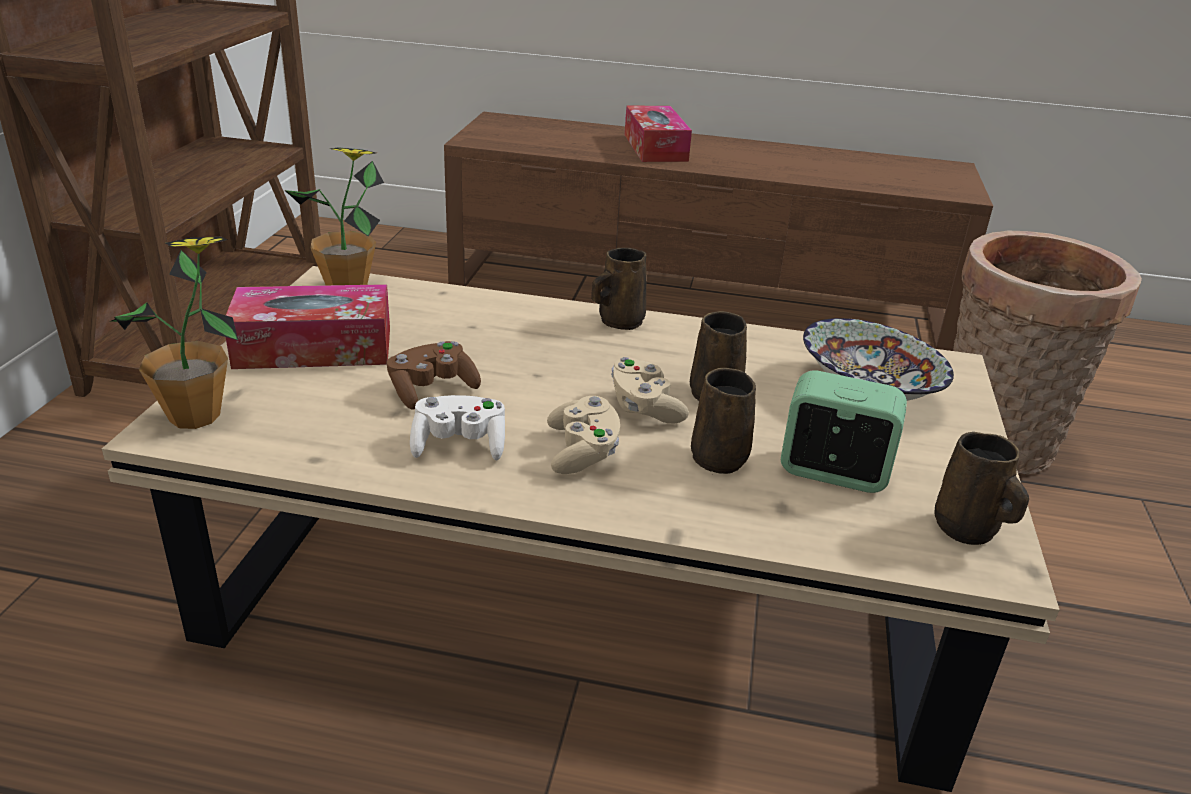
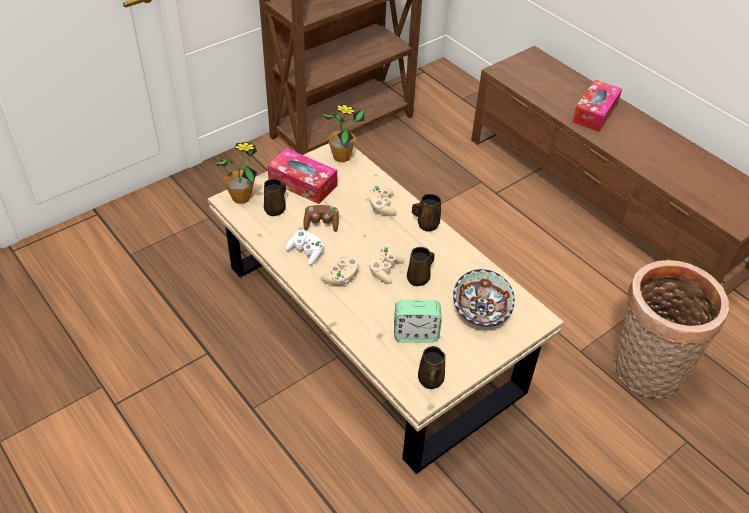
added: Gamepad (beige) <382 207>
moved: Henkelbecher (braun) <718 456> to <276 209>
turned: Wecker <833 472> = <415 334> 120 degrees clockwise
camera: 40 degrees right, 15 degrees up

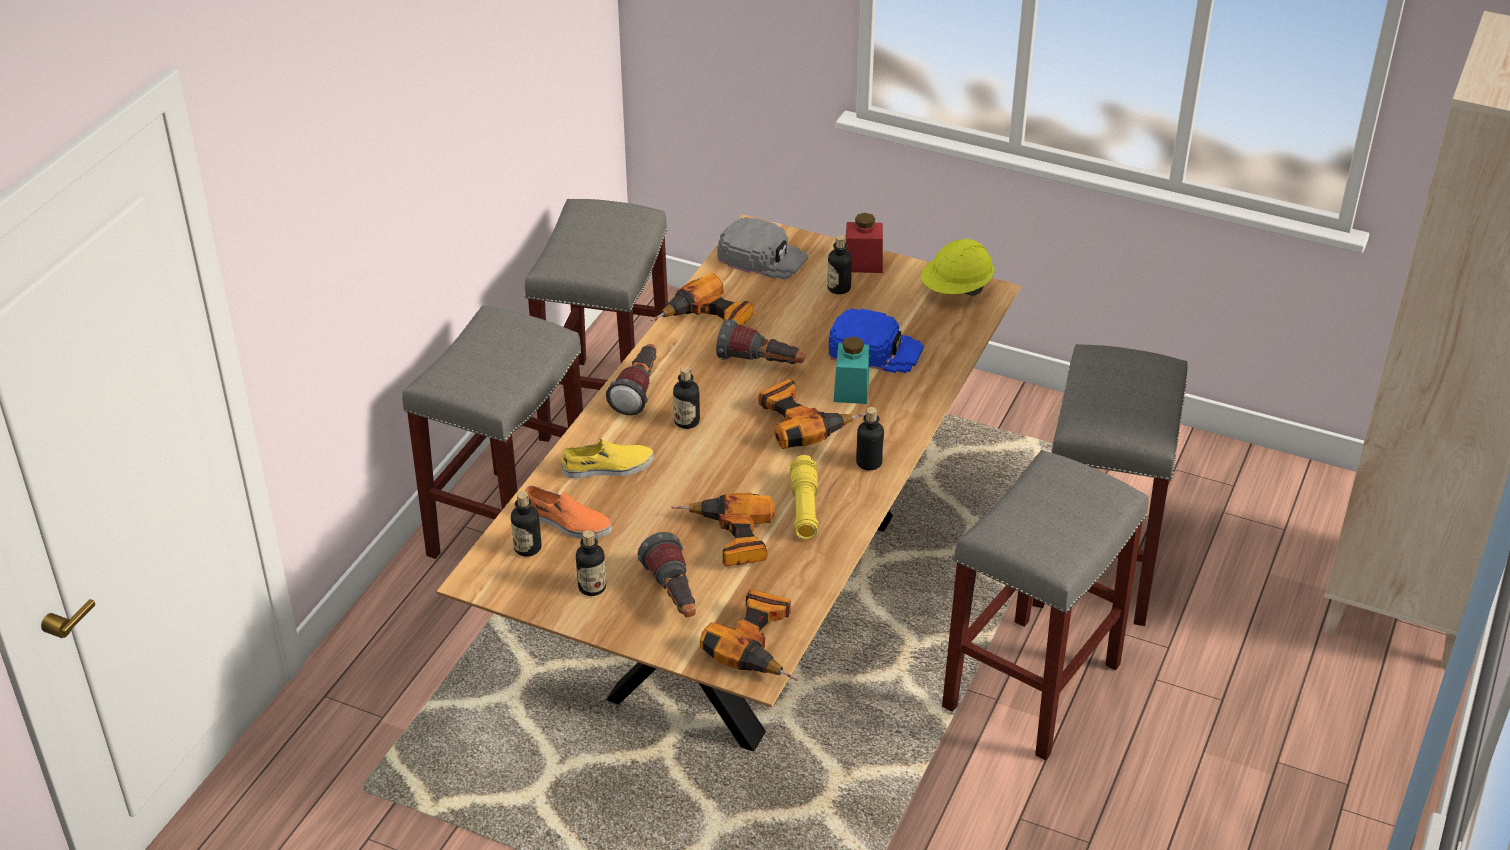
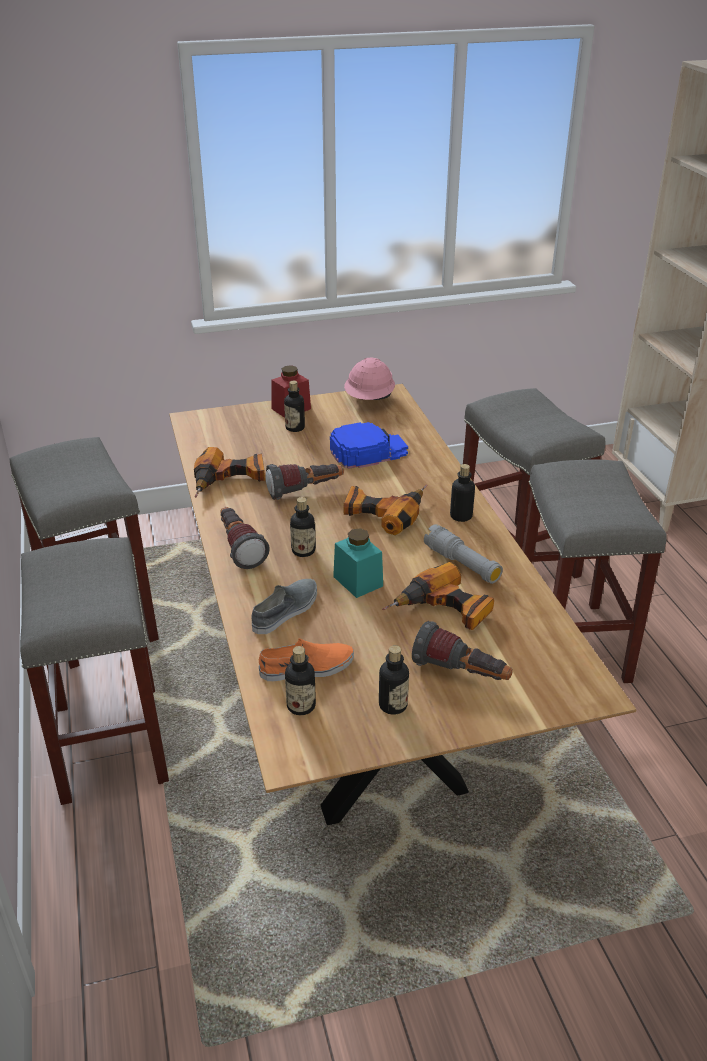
removed: Bohrmaschine <760 644>; Kappe (grau) <763 256>
moved: Vorratsglas (türkis) <851 389> to <358 581>
recoloured: Schuh (gelb) <608 467> to Schuh (grau) <286 611>; Taschenlampe (gelb) <804 508> to Taschenlampe (grau) <462 564>; Schutzhelm (gelb) <957 290> to Schutzhelm (rosa) <369 400>
camera: 40 degrees left, 5 degrees down

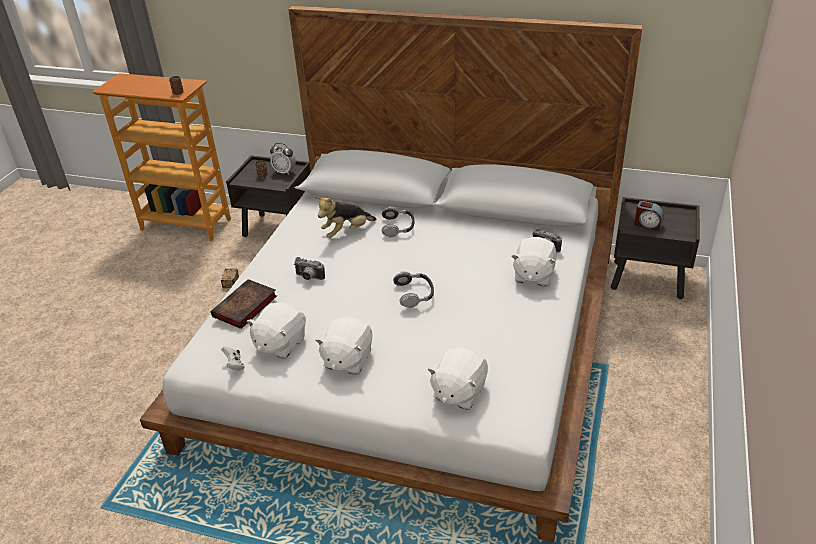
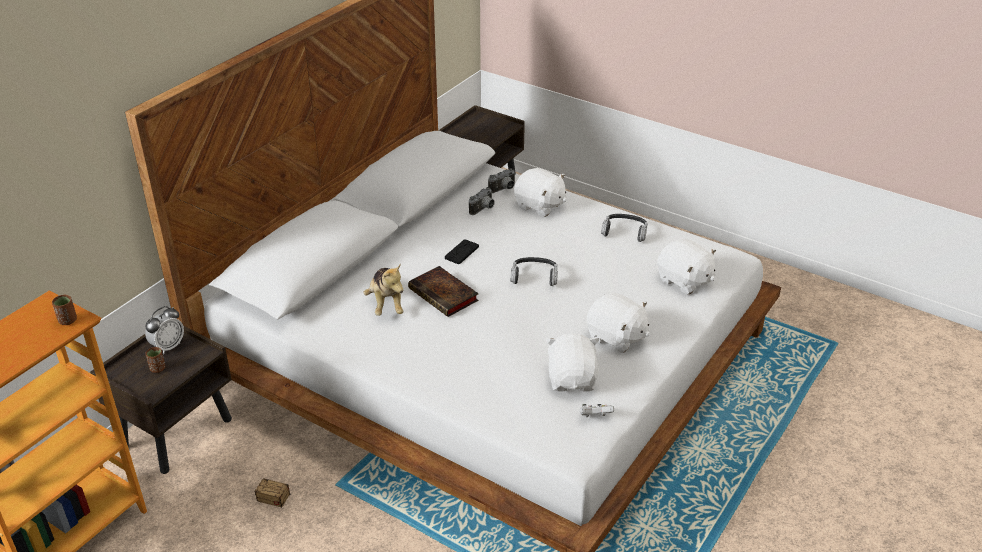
removed: Wecker <647 224>
added: Gamepad (schwarz) <461 252>
moved: Buch <244 308> to <445 295>; Kamera <309 278> to <483 209>; Kopfhörer <398 226> to <624 232>
turned: Plüschtier (weiß) <280 343> = <572 379> 135 degrees counterclockwise
camera: 75 degrees left, 0 degrees up

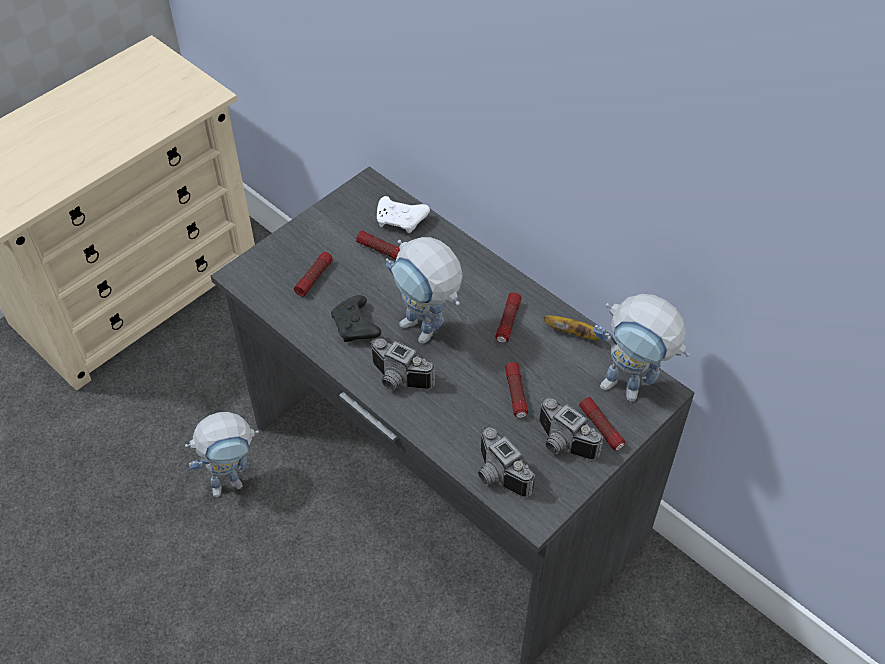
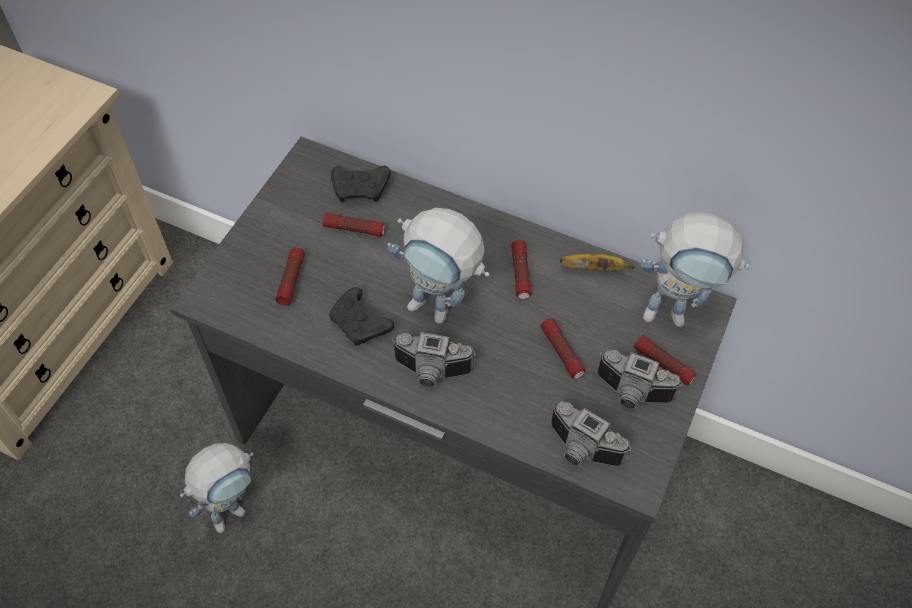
recoloured: Gamepad (weiß) <401 220> to Gamepad (schwarz) <361 189>
camera: 20 degrees left, 5 degrees up

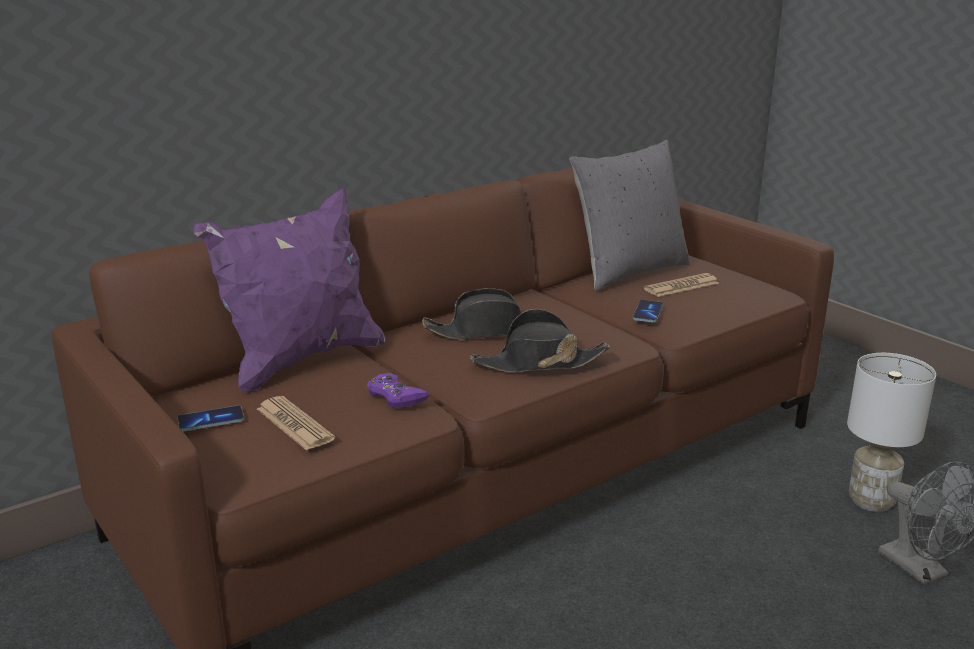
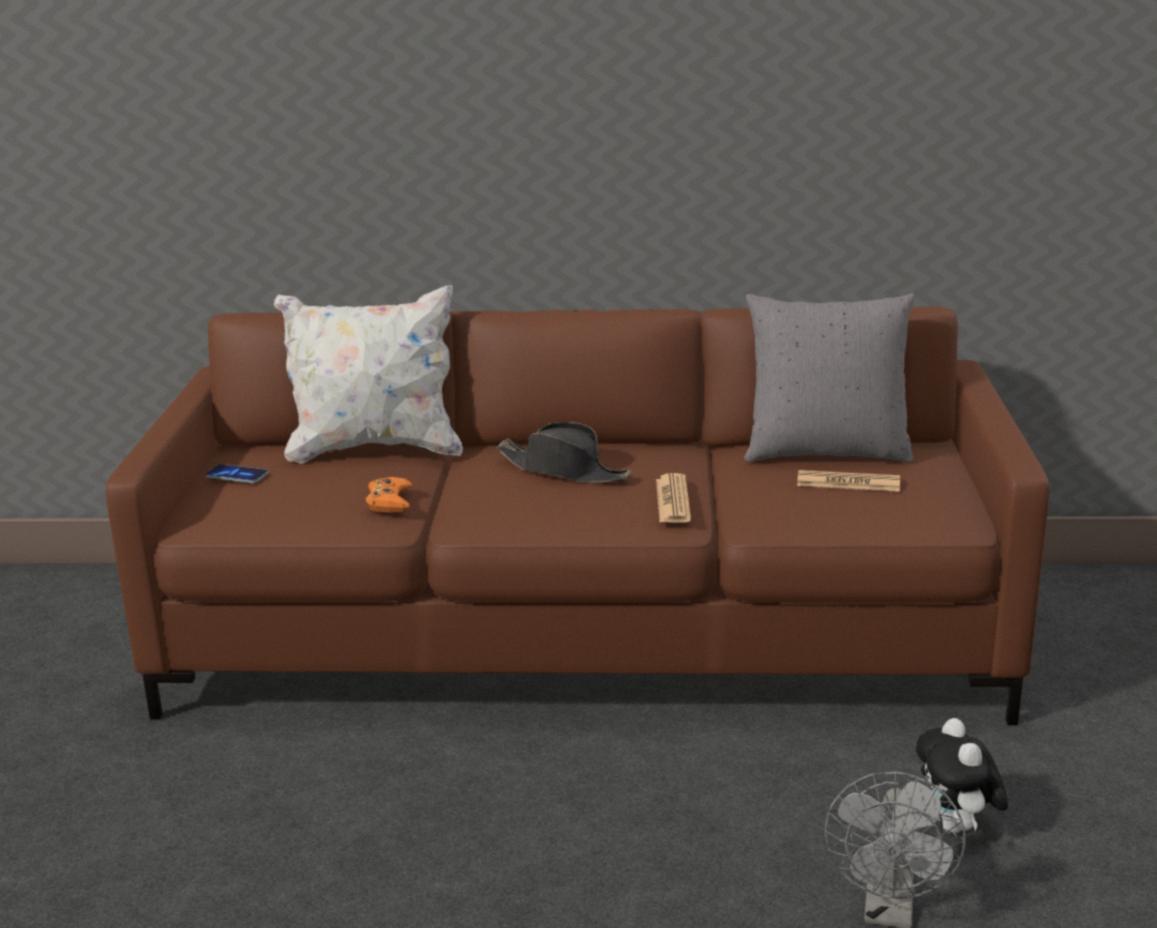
removed: Hut (schwarz) <539 362>; Handy <647 313>
moved: Zeitung <294 424> to <673 500>
replaced: Tischlampe (weiß) <872 501> to Plüschtier <957 828>
recoloured: Kissen (lila) <301 360> to Kissen (weiß) <375 449>; Gamepad (lila) <395 396> to Gamepad (orange) <389 501>
camera: 40 degrees right, 0 degrees up

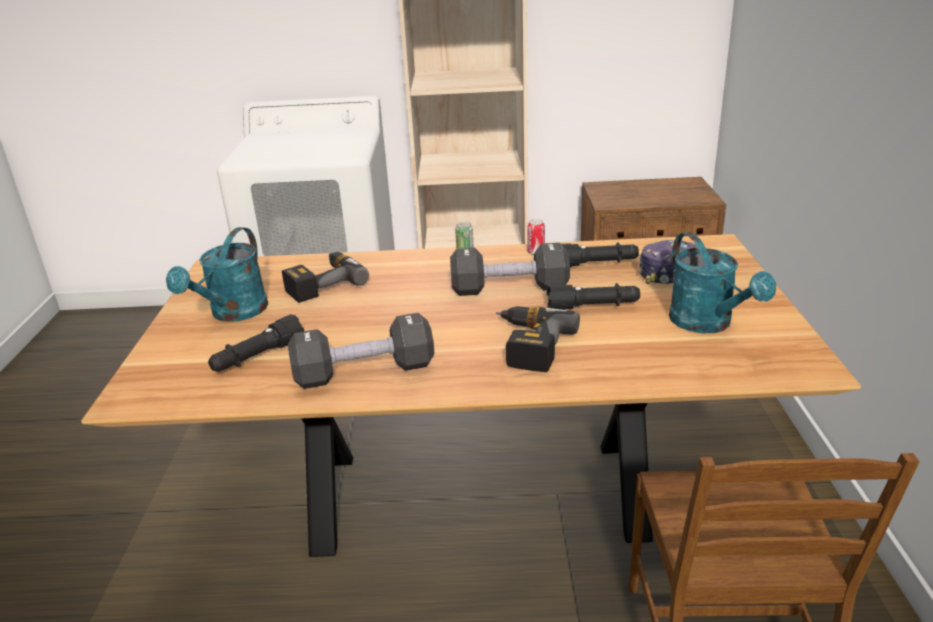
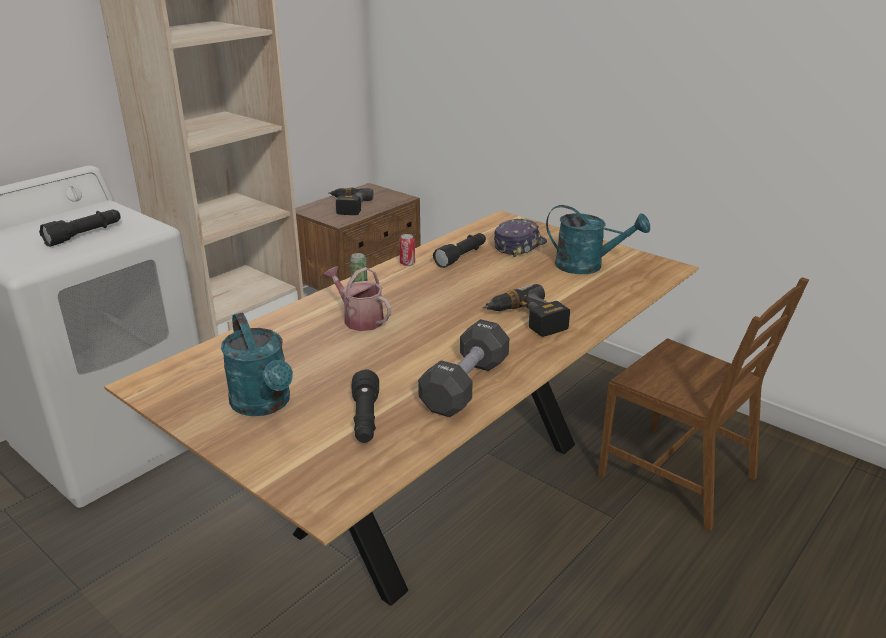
removed: Hantel (schwarz) <509 288>
added: Gießkanne <359 319>
moved: Bohrmaschine <322 283> to <347 206>; Taschenlampe (schwarz) <593 307> to <85 235>
camera: 50 degrees left, 0 degrees up

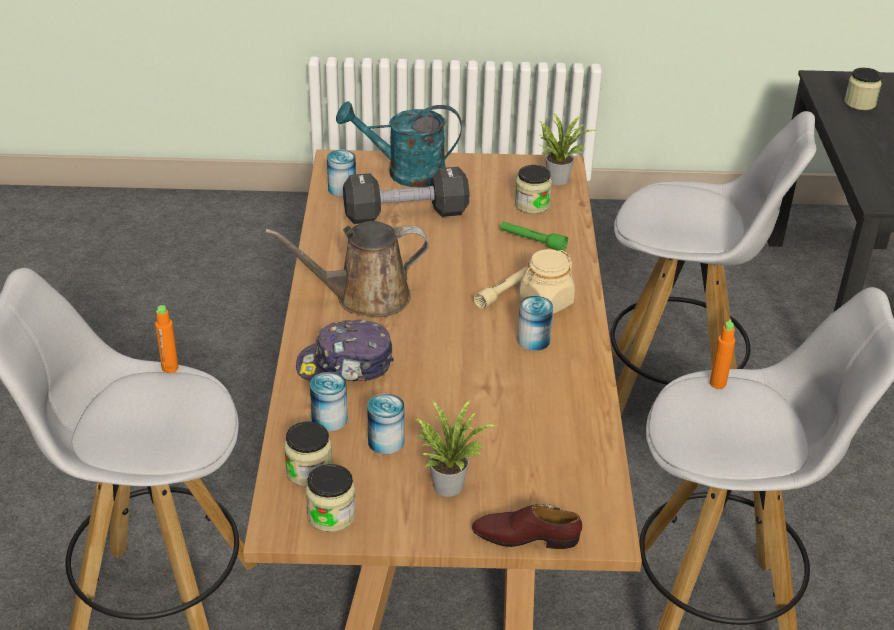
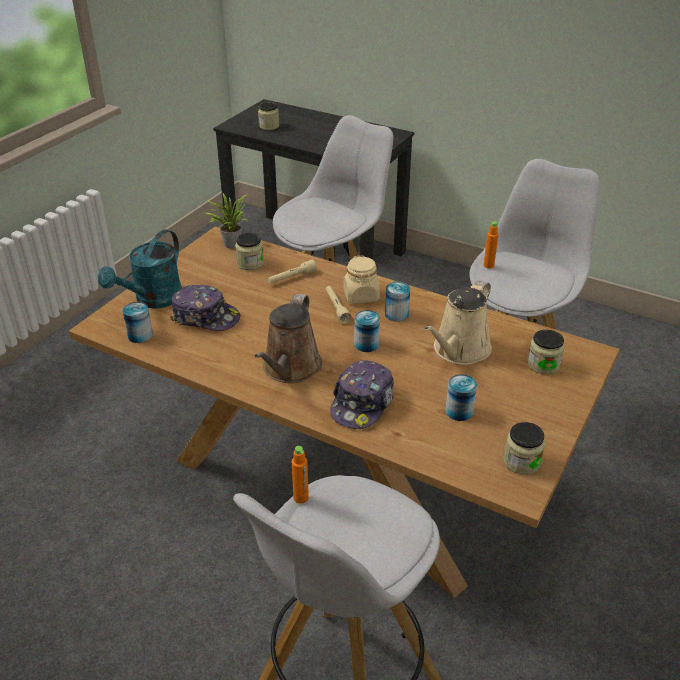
removed: Topfpflanze <447 483>; Schuh (braun) <525 537>
added: Gießkanne (beige) <459 351>
moved: Vorratsglas <309 471> to <543 365>; Dose <329 419> to <366 344>
replaced: Hantel (schwarz) <406 214> to Kappe <205 317>
recoloured: Taschenlampe (grün) <532 241> to Taschenlampe (beige) <291 278>
camera: 60 degrees left, 0 degrees up

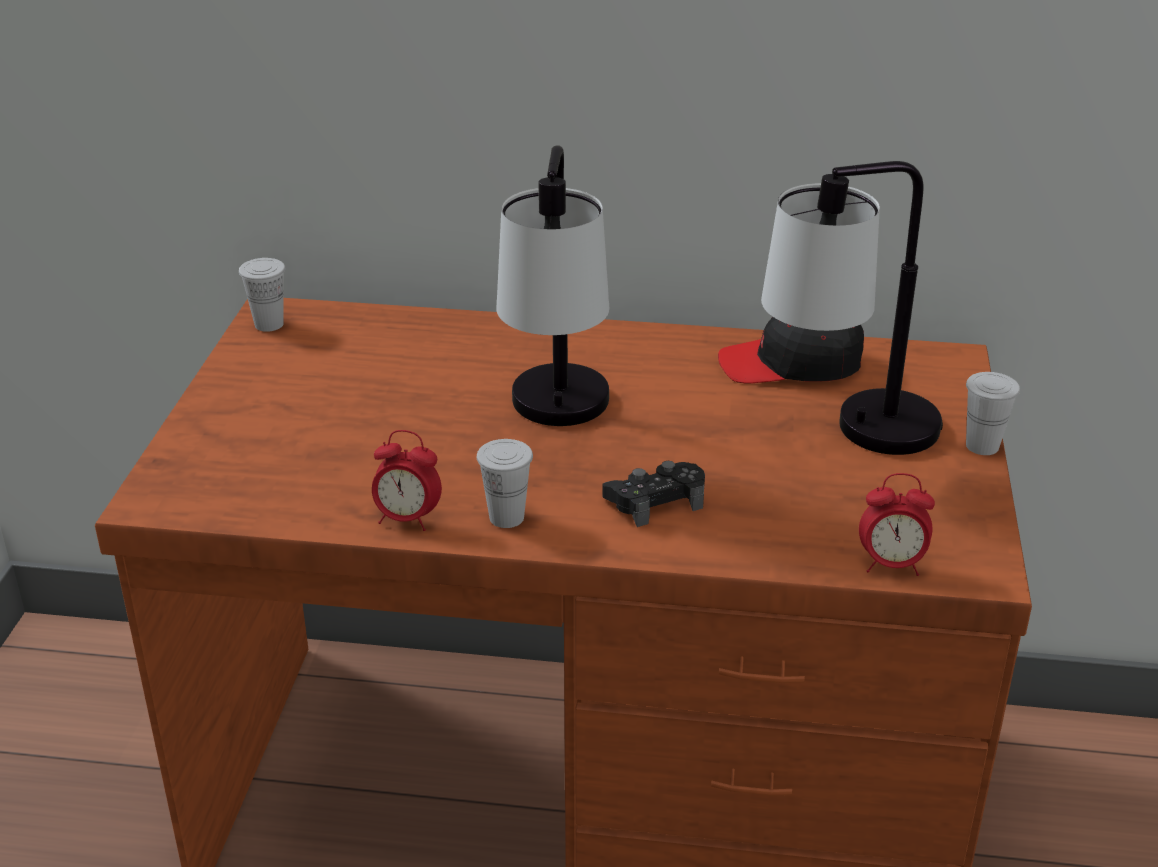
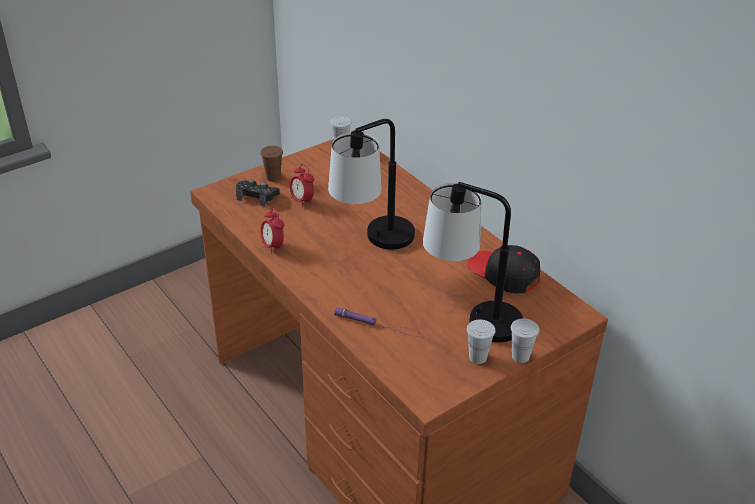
added: Tasse (braun) <273 177>; Taschenlampe (lila) <377 324>
moved: Tasse (weiß) <506 517> to <477 357>; Gamepad (schwarz) <655 501> to <257 196>; Wecker <891 565> to <302 201>
camera: 45 degrees right, 5 degrees up

